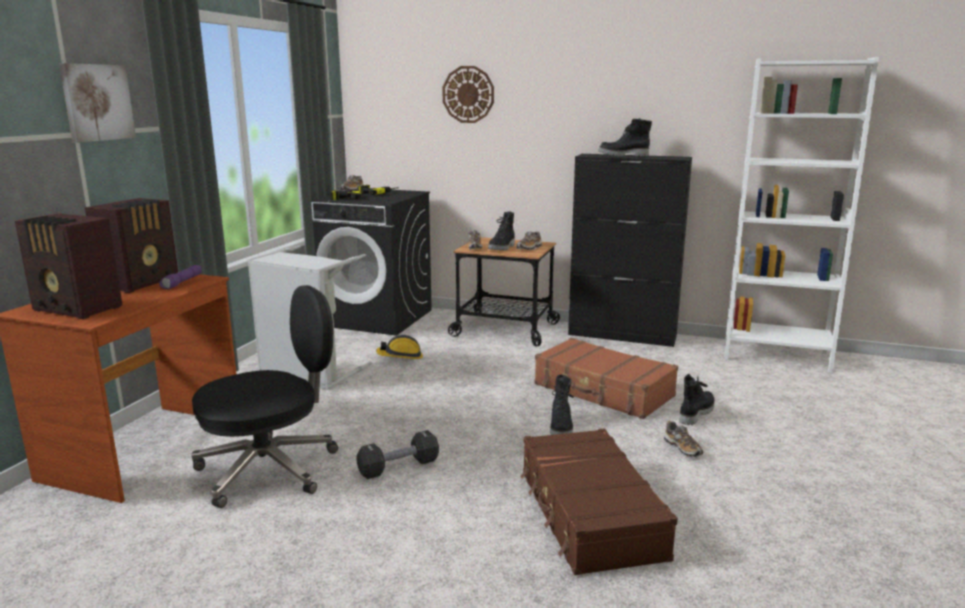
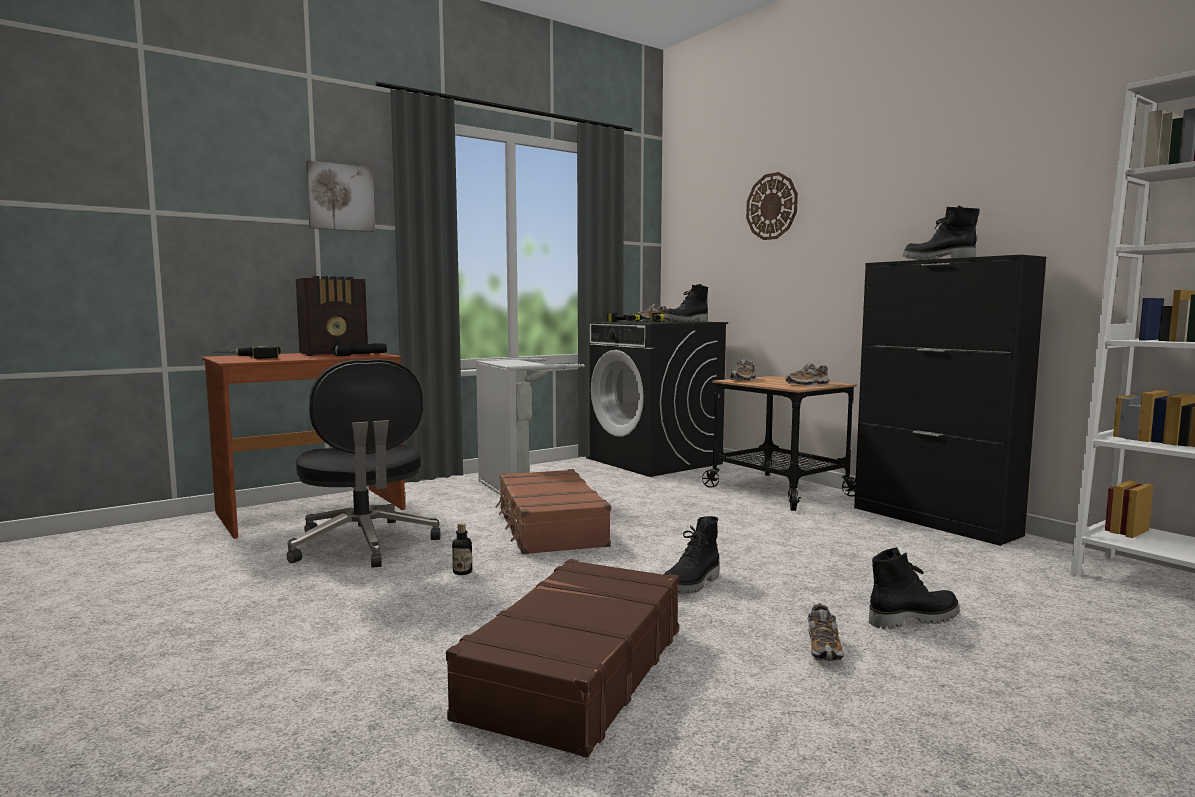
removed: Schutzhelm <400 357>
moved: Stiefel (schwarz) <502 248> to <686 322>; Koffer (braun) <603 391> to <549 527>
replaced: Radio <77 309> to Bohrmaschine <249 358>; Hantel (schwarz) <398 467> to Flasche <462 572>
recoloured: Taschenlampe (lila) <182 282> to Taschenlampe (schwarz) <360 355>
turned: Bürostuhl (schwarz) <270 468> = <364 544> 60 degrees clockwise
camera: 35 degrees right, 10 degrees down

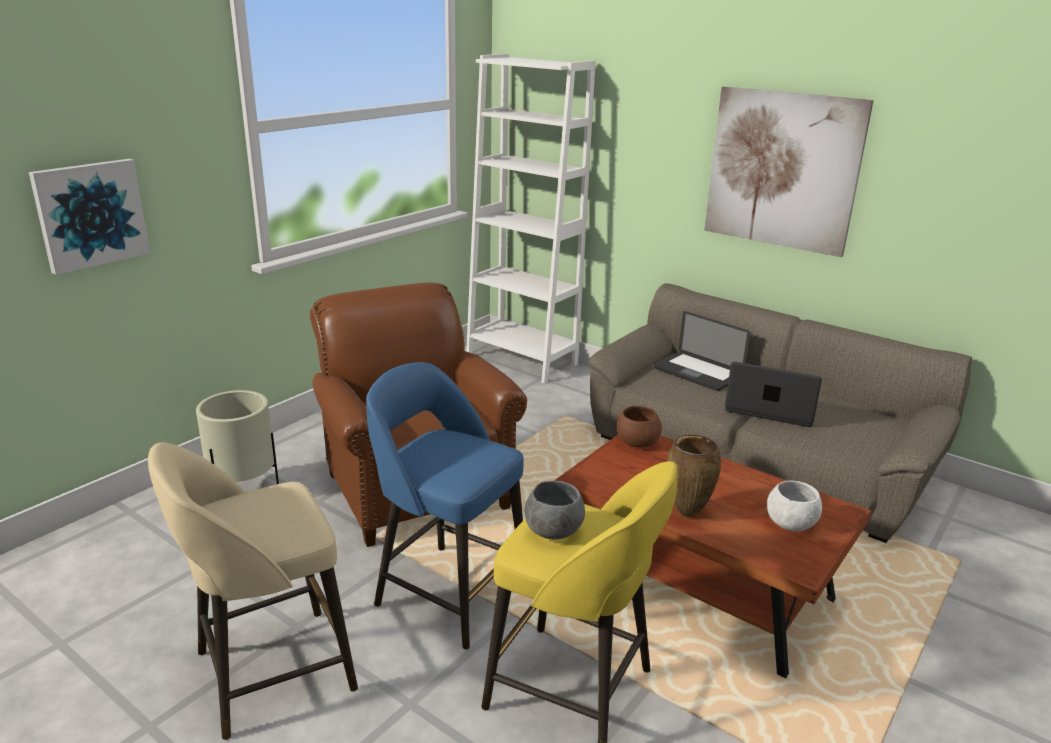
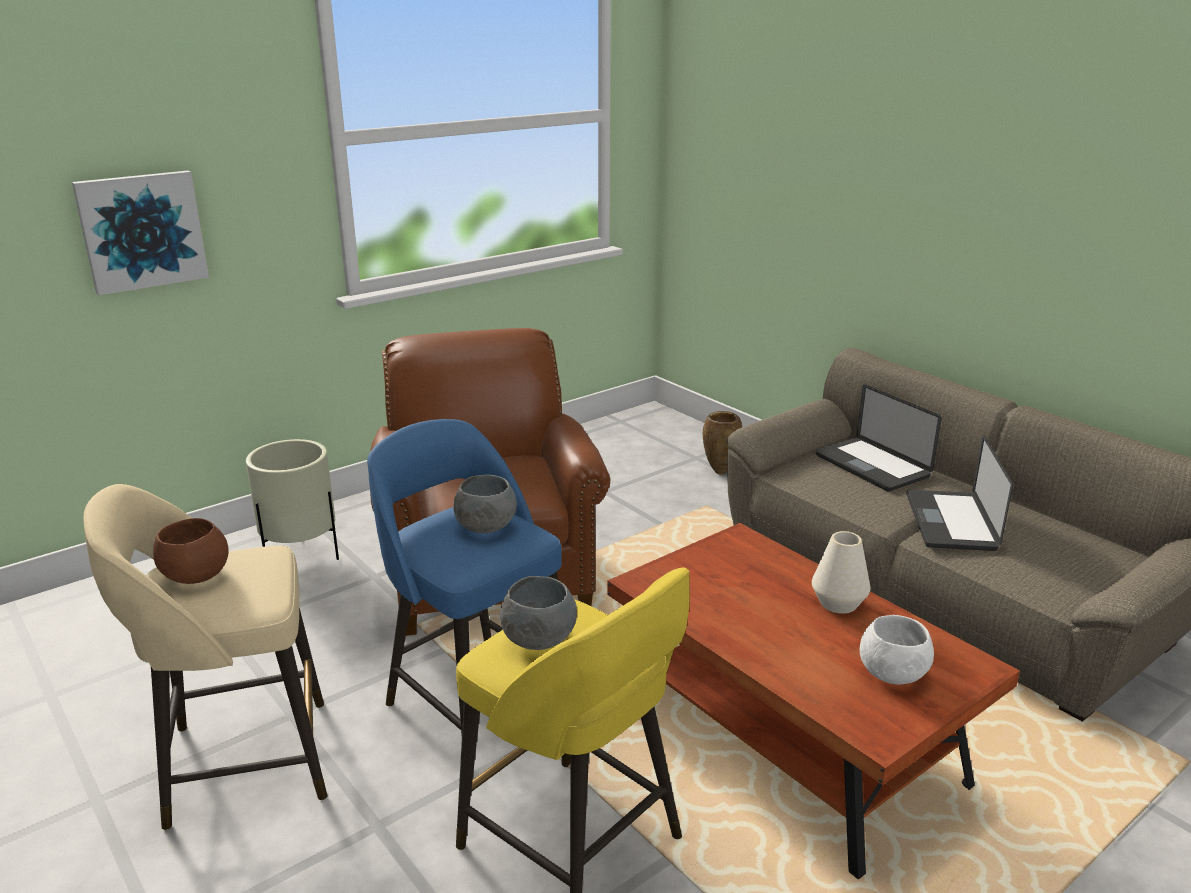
removed: Bücherregal (weiß) <521 360>; Bild <782 170>
added: Schüssel (grau) <485 527>; Vase (weiß) <838 603>
moved: Schüssel (braun) <637 443> to <196 575>; Vase (braun) <686 514> to <719 472>
turned: Laptop <770 409> = <950 522> 120 degrees counterclockwise
camera: 15 degrees right, 0 degrees up

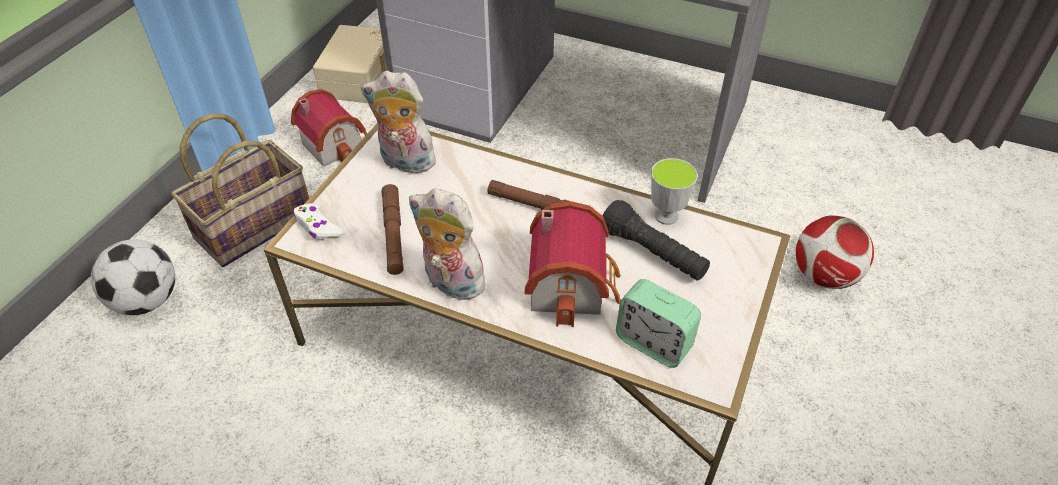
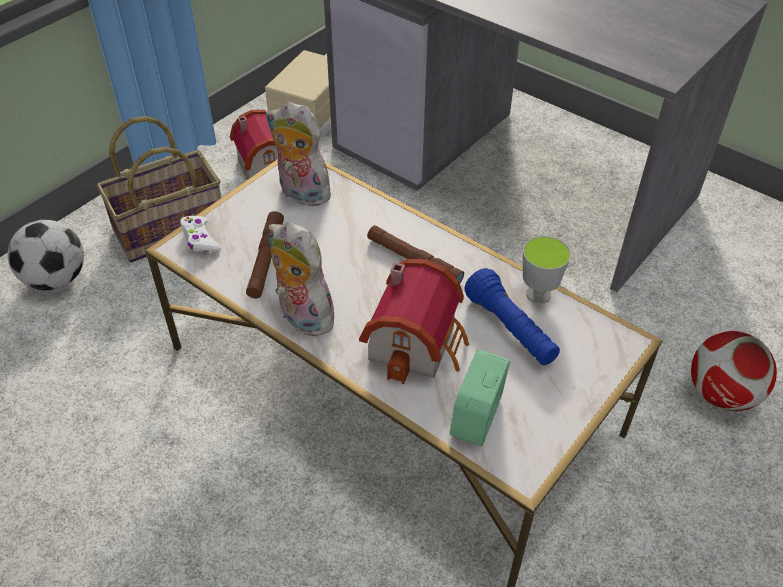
recoloured: Taschenlampe (schwarz) <653 253> to Taschenlampe (blau) <510 329>
turned: Wecker <653 343> = <477 417> 60 degrees clockwise
camera: 15 degrees right, 0 degrees up

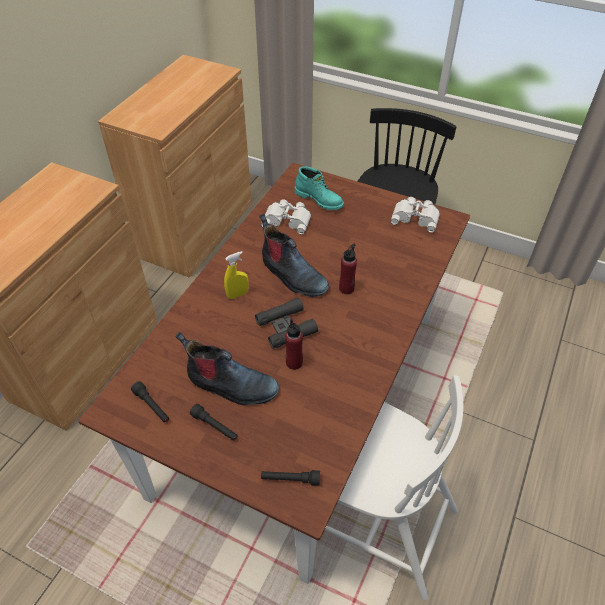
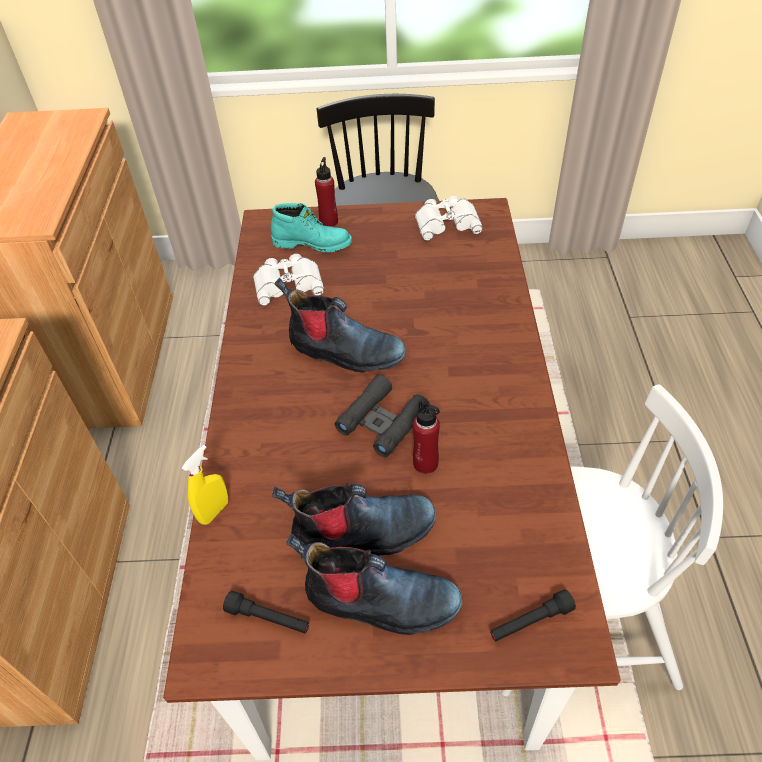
moved: Sprühflasche (gelb) <237 294> to <214 511>; Flasche (rot) <346 288> to <329 222>
replaced: Taschenlampe (schwarz) <215 426> to Stiefel <379 602>
camera: 25 degrees left, 0 degrees up

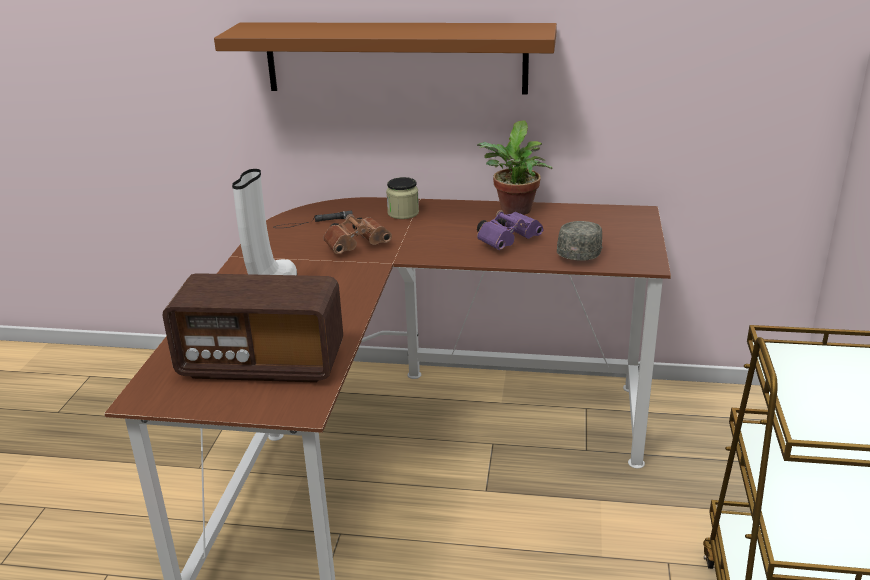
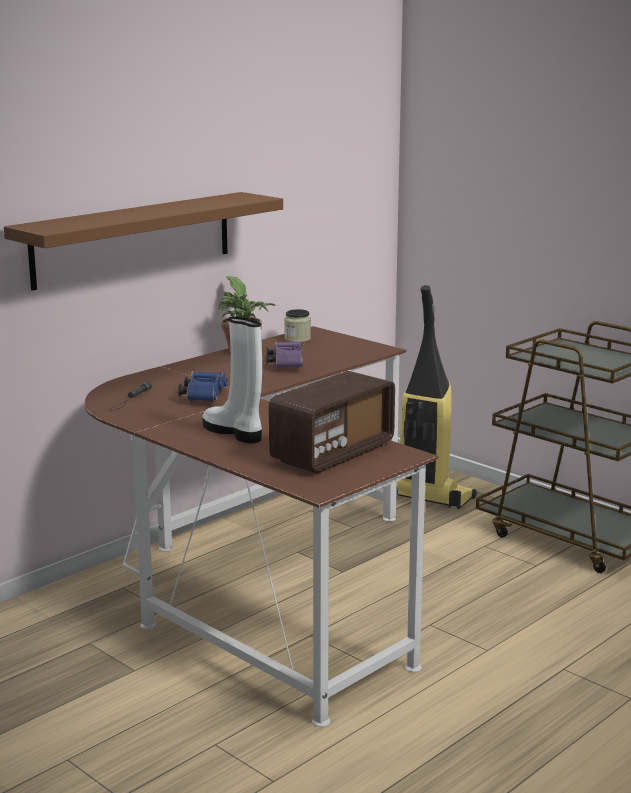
removed: Kappe (grau) <581 252>
added: Staubsauger <429 497>
moved: Vorratsglas <403 213> to <297 339>
recoloured: Fernglas (braun) <358 246> to Fernglas (blau) <204 397>
camera: 55 degrees left, 10 degrees down

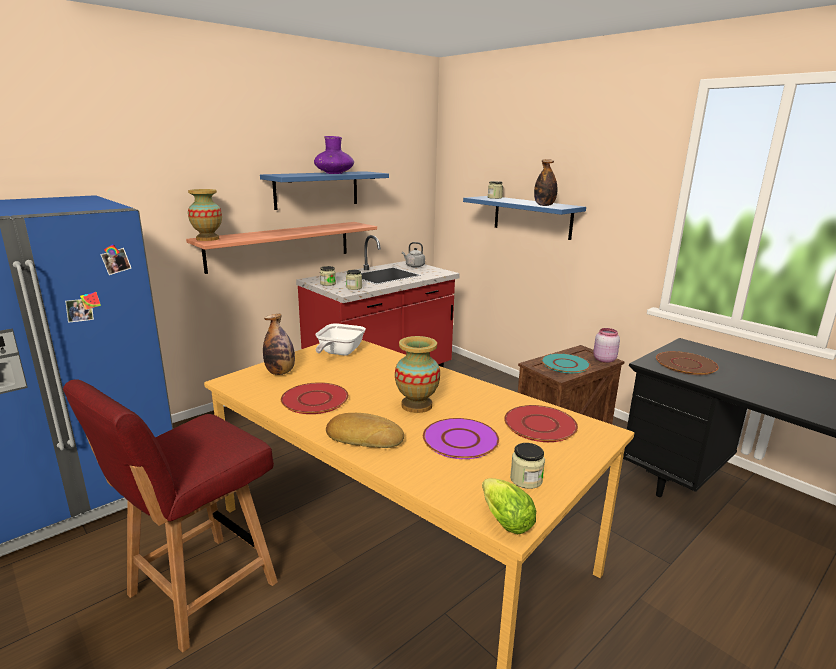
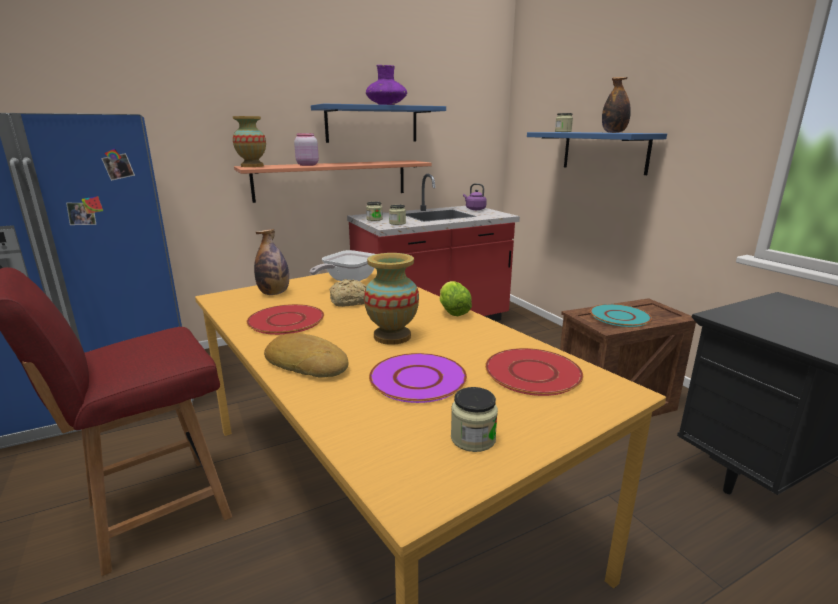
removed: Teller (braun) <686 364>
added: Brot <350 301>
moved: Salatkopf <503 519> to <452 311>; Vorratsglas (rosa) <603 359> to <307 165>
recoloured: Wasserkessel (grau) <414 266> to Wasserkessel (lila) <474 209>
camera: 15 degrees right, 0 degrees up

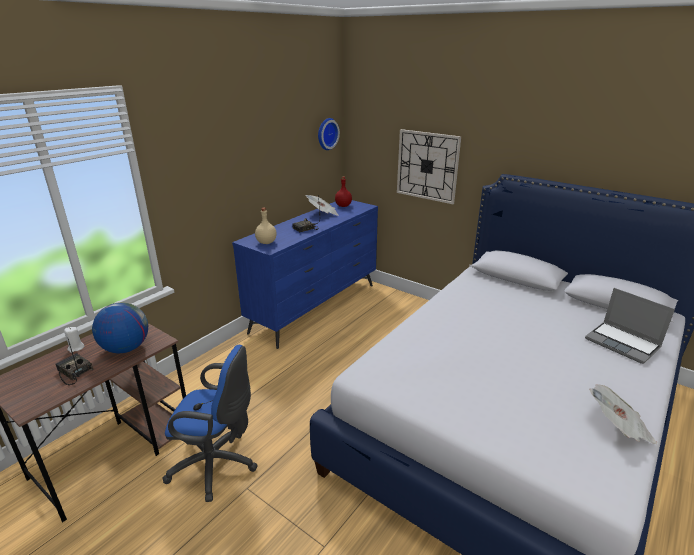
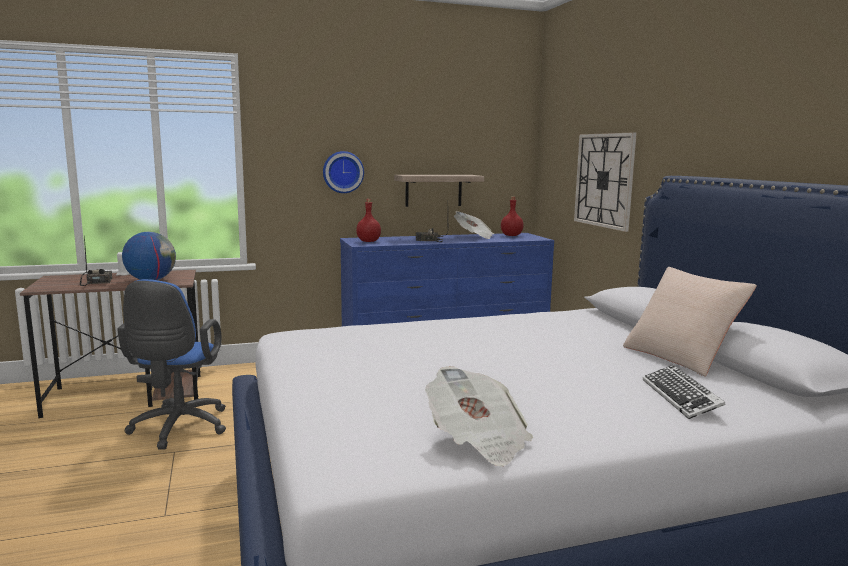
added: Wandregal <433 190>; Kissen (beige) <681 356>
moved: Wanduhr <326 134> to <342 172>
replaced: Laptop <623 343> to Tastatur <680 397>
recoloured: Flasche (beige) <266 242> to Flasche (rot) <368 241>
turned: Bürostuhl (blau) <217 465> = <178 429> 45 degrees clockwise
camera: 35 degrees right, 15 degrees down

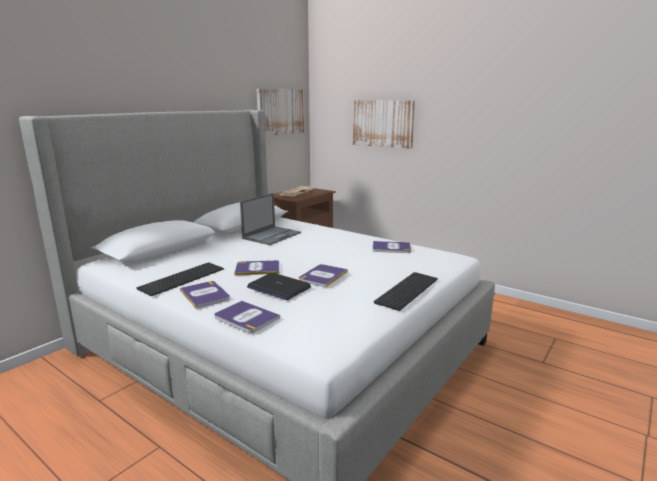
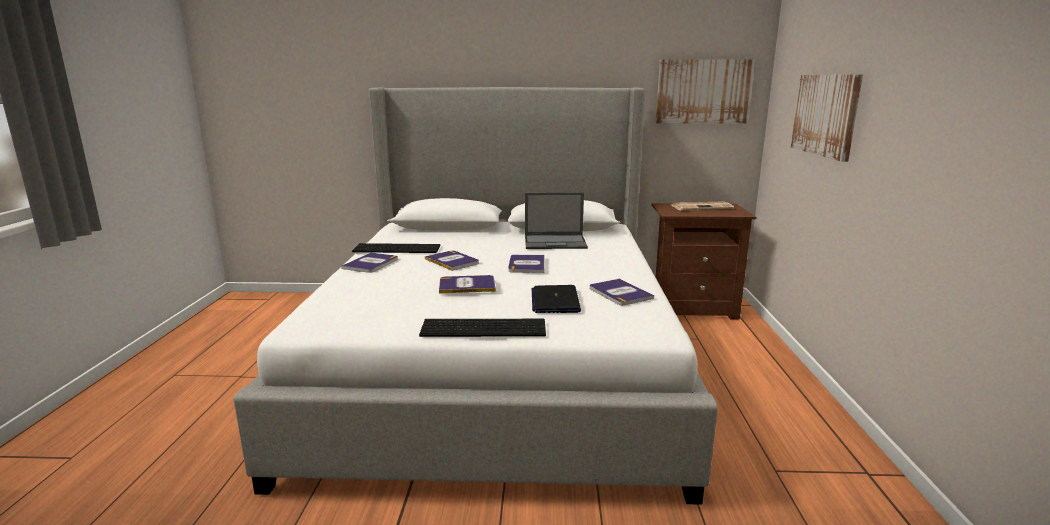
moved: Buch <246 317> to <527 264>; Laptop <278 287> to <555 300>
camera: 55 degrees right, 0 degrees up

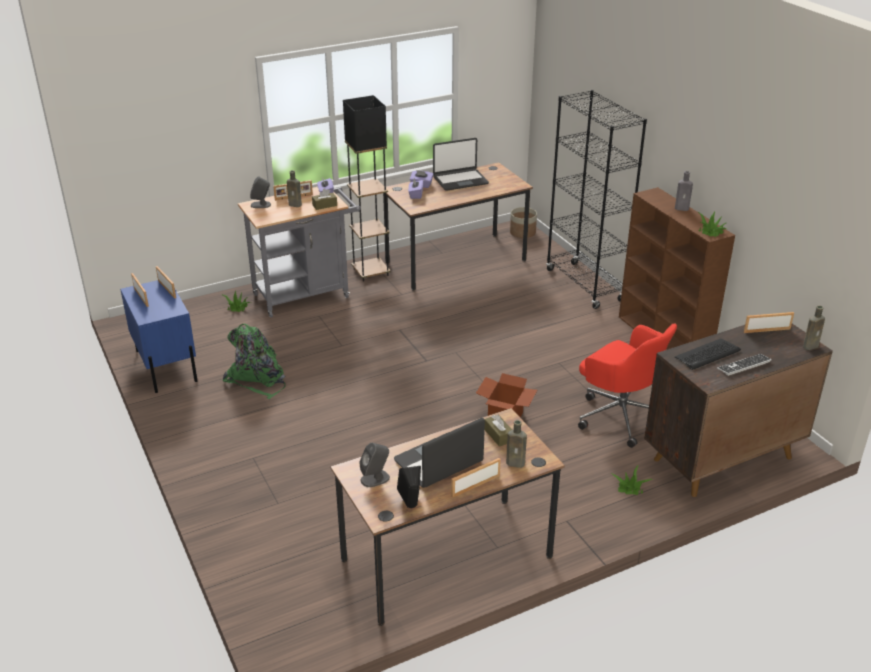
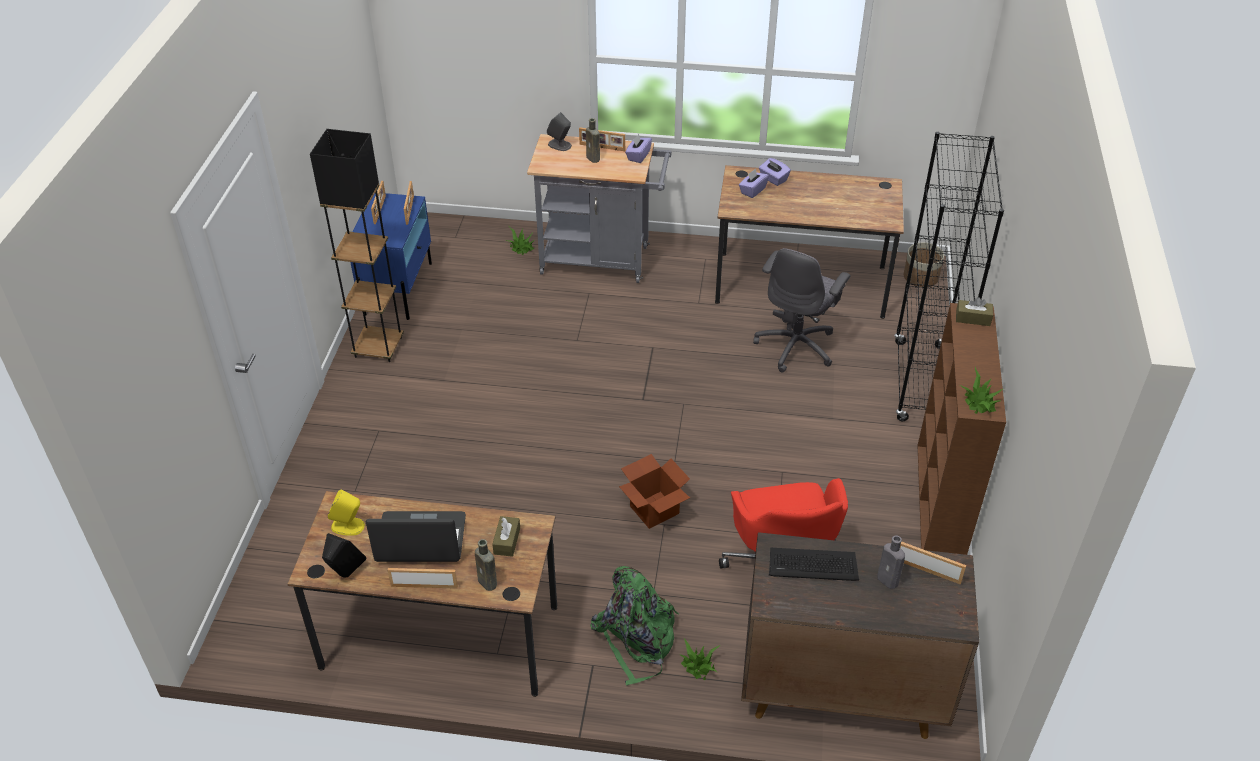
removed: Laptop <460 180>; Tastatur <744 365>; Flasche (braun) <811 346>
added: Bürostuhl (grau) <796 346>
moved: Rucksack (grün) <257 379> to <636 639>; Taschentuchbox (braun) <324 205> to <973 318>; Stehlampe (schwarz) <371 272> to <378 347>; Flasche (grau) <683 208> to <889 581>
recoloured: Lautsprecher (grau) <375 478> to Lautsprecher (gelb) <348 526>
camera: 35 degrees right, 10 degrees up

